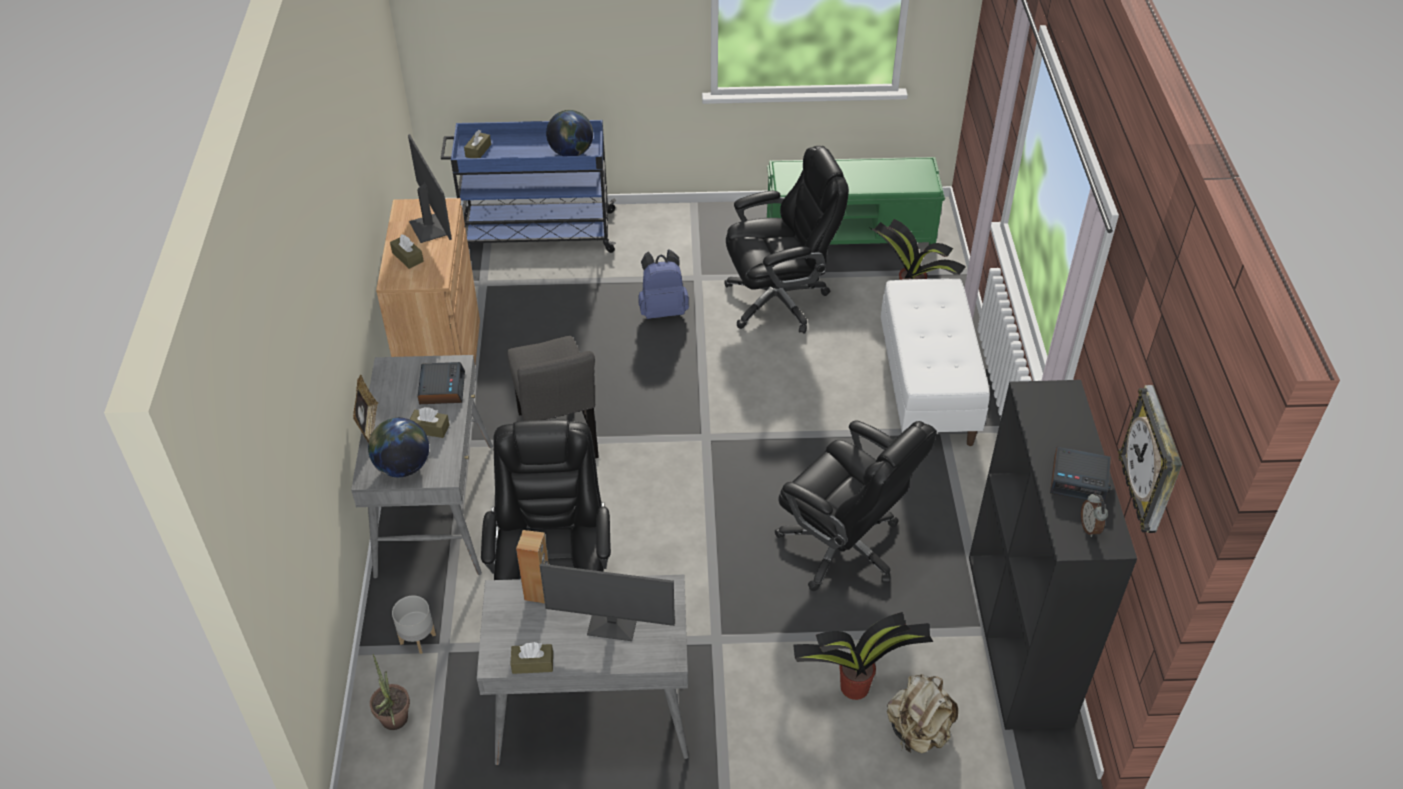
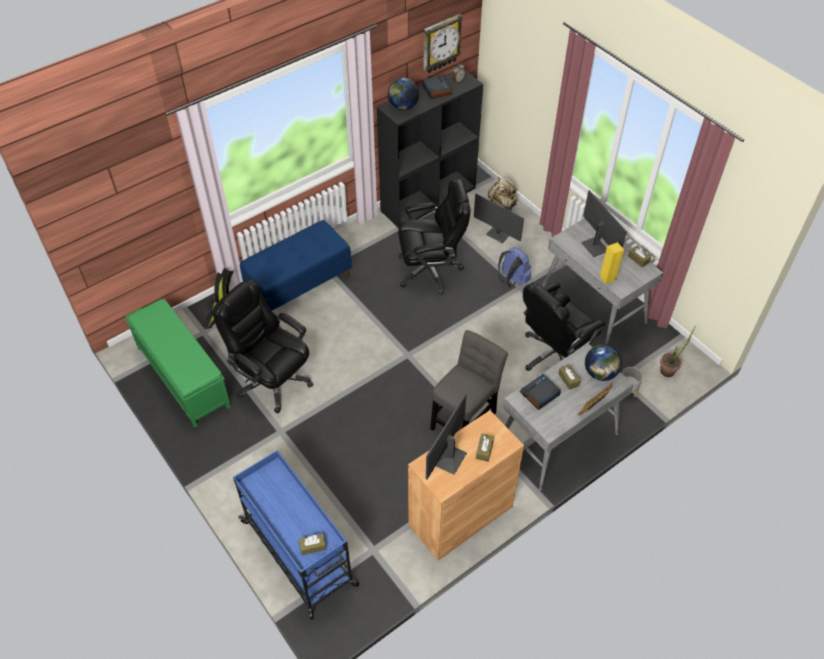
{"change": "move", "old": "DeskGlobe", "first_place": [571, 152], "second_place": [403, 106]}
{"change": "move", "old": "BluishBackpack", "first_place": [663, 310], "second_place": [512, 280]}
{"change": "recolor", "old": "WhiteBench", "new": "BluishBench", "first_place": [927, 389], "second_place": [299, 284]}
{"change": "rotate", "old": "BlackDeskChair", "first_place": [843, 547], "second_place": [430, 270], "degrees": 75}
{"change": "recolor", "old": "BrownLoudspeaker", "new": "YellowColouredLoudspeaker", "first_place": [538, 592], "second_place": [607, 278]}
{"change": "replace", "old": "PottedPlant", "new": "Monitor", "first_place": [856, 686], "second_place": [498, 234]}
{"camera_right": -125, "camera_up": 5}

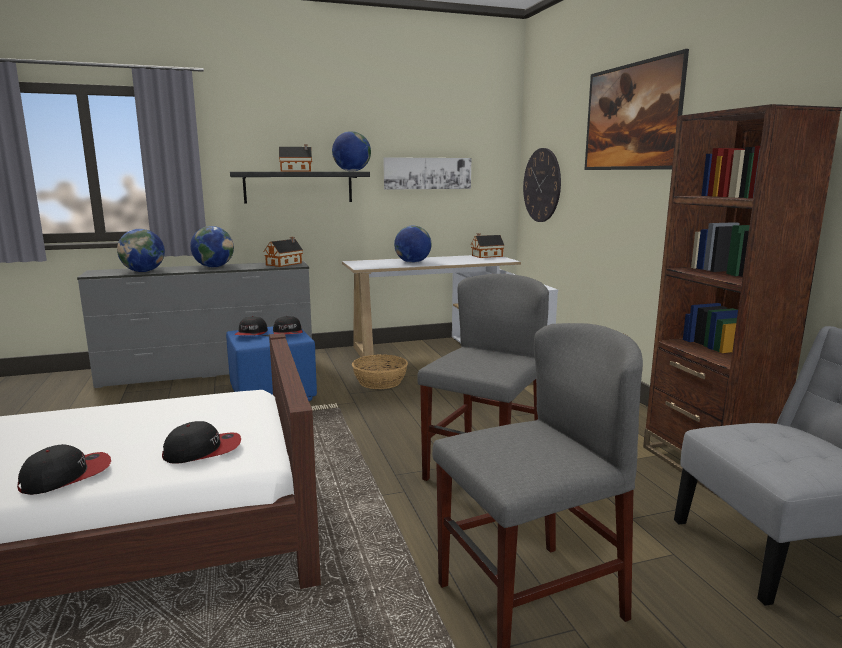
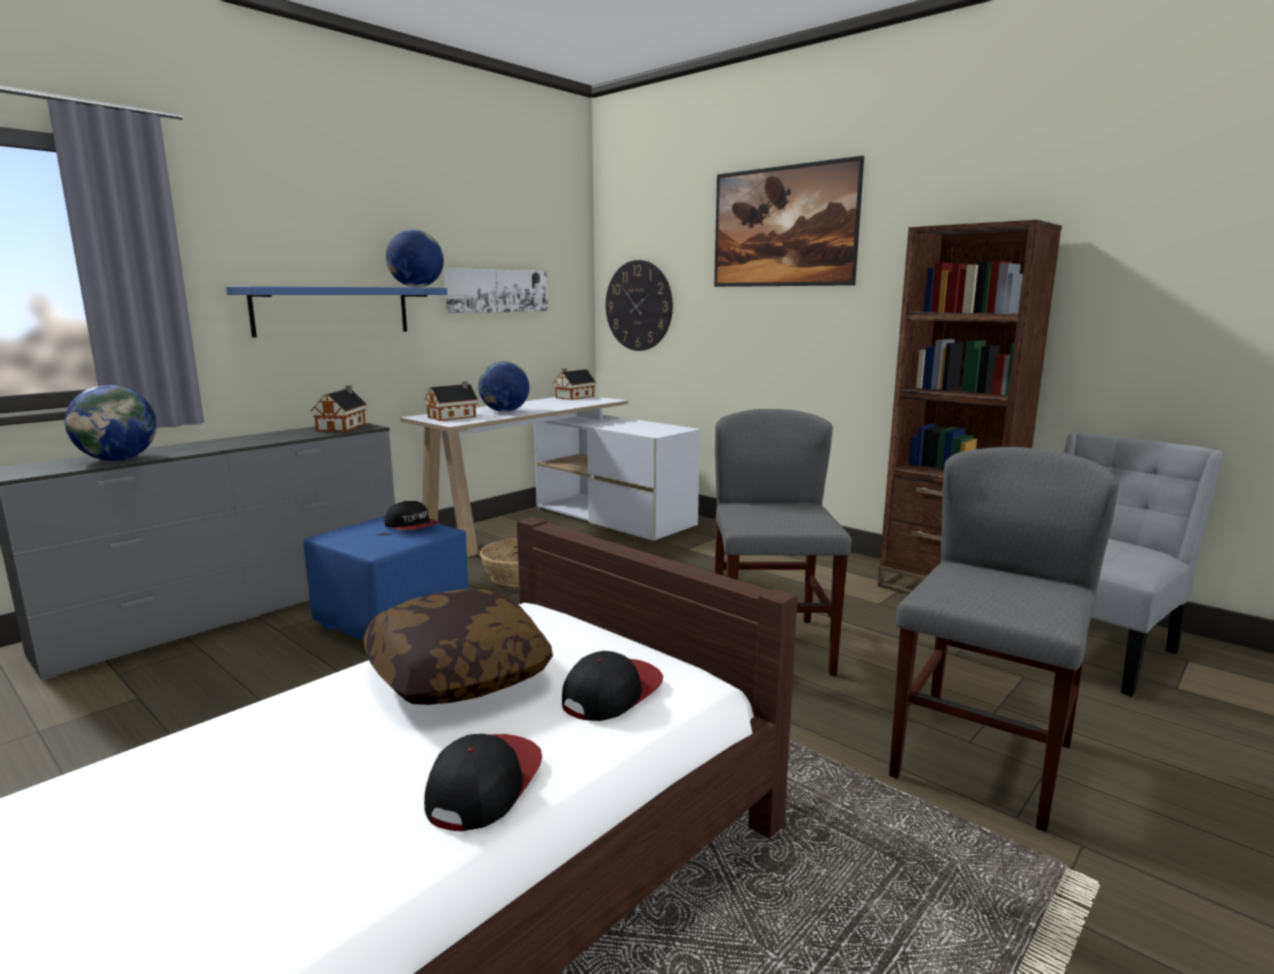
{"change": "move", "old": "ToyHouse", "first_place": [297, 171], "second_place": [454, 417]}
{"change": "recolor", "old": "BlackShelf", "new": "BluishShelf", "first_place": [298, 187], "second_place": [332, 311]}
{"change": "delete", "old": "DeskGlobe", "first_place": [214, 267]}
{"change": "delete", "old": "Cap", "first_place": [252, 334]}
{"change": "insert", "new": "Cushion", "second_place": [457, 675]}
{"camera_right": -30, "camera_up": 0}

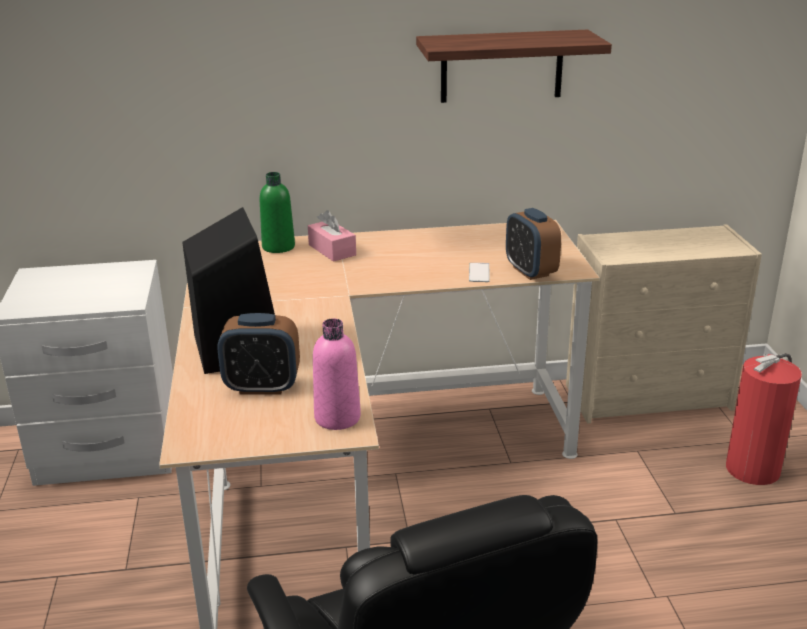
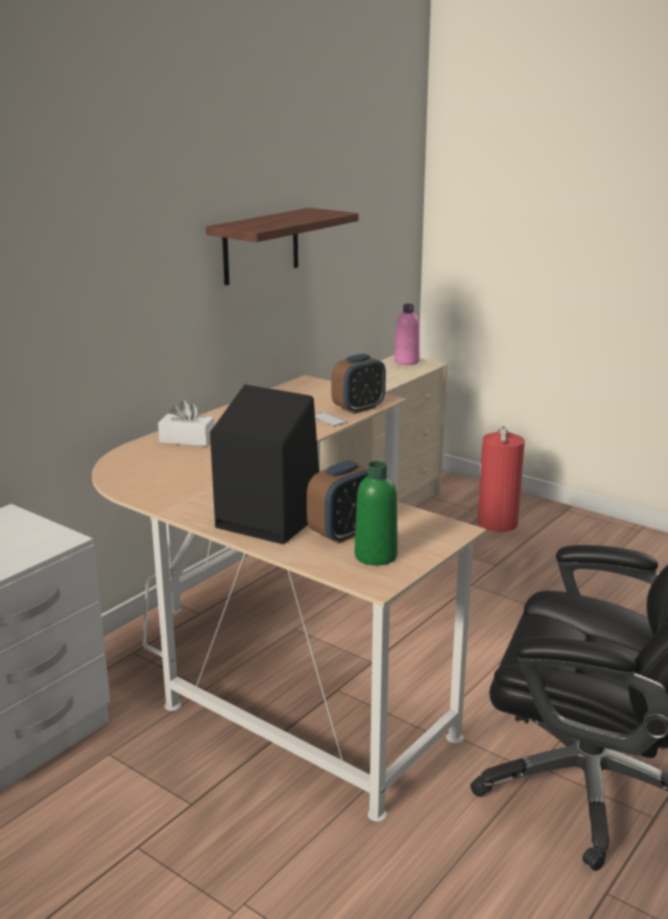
{"change": "move", "old": "GreenColouredBottle", "first_place": [278, 247], "second_place": [375, 556]}
{"change": "rotate", "old": "AlarmClock", "first_place": [530, 271], "second_place": [358, 408], "degrees": -60}
{"change": "recolor", "old": "PinkishTissueHolder", "new": "WhiteTissueHolder", "first_place": [332, 250], "second_place": [187, 440]}
{"change": "move", "old": "PinkishBottle", "first_place": [337, 418], "second_place": [406, 362]}
{"camera_right": -45, "camera_up": -5}

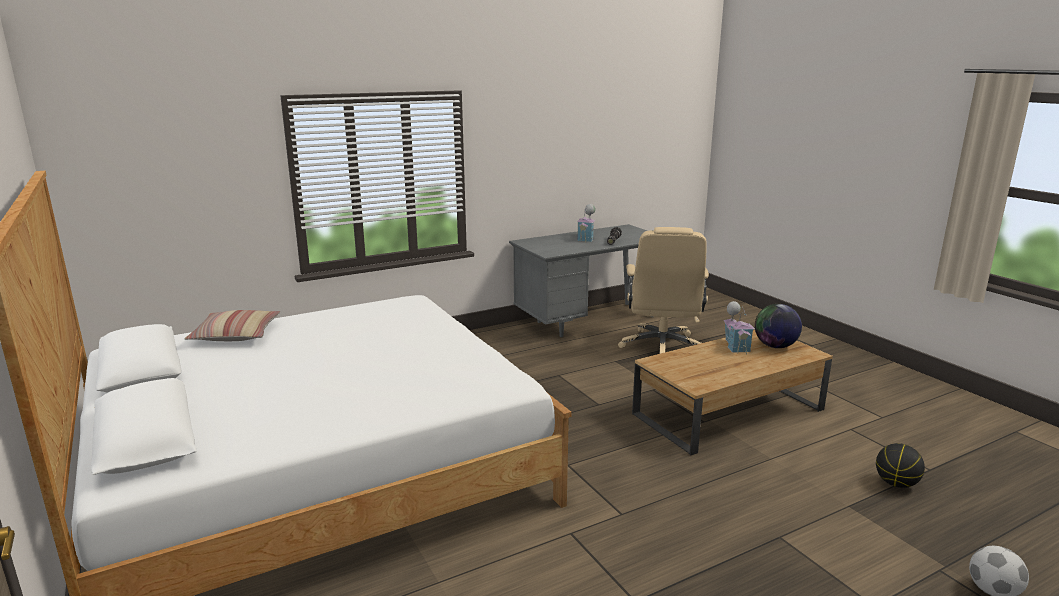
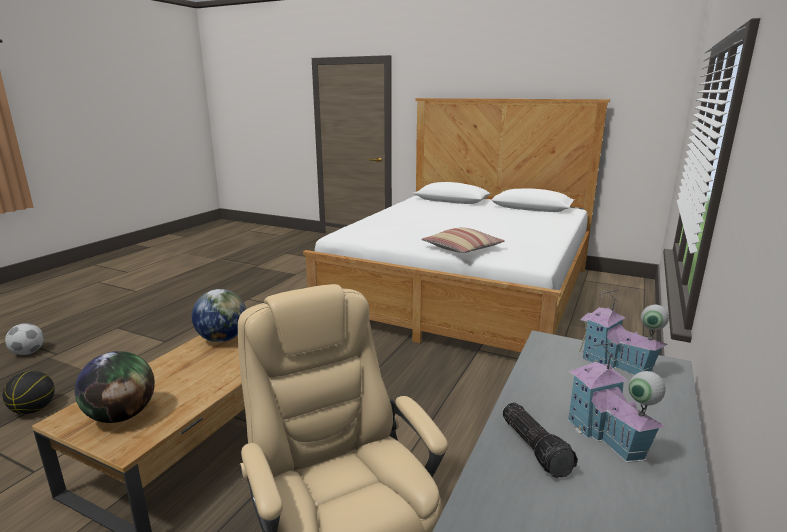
{"change": "move", "old": "ToyHouse", "first_place": [736, 346], "second_place": [615, 363]}
{"change": "move", "old": "Cushion", "first_place": [236, 335], "second_place": [462, 249]}
{"change": "insert", "new": "DeskGlobe", "second_place": [222, 339]}
{"camera_right": 145, "camera_up": 0}

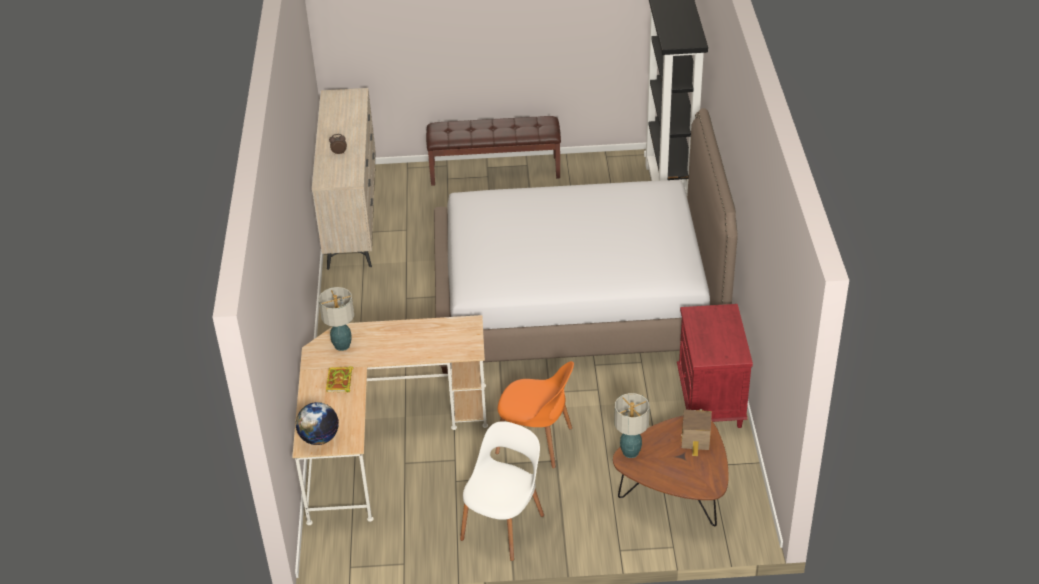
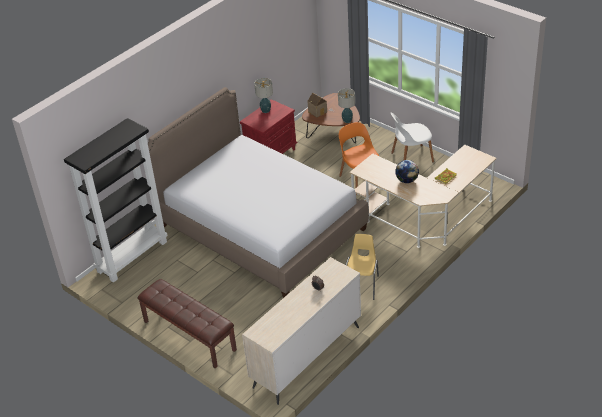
{"change": "move", "old": "TableLamp", "first_place": [342, 345], "second_place": [265, 110]}
{"change": "move", "old": "DeskGlobe", "first_place": [319, 438], "second_place": [407, 180]}
{"change": "insert", "new": "YellowColouredUprightChair", "second_place": [362, 286]}
{"camera_right": -135, "camera_up": 0}

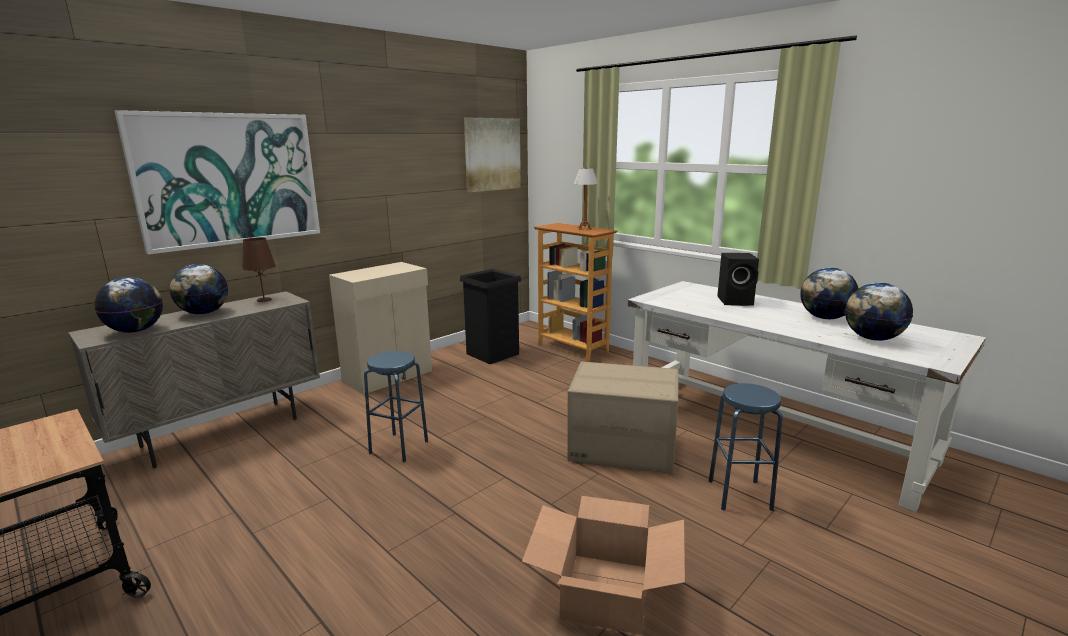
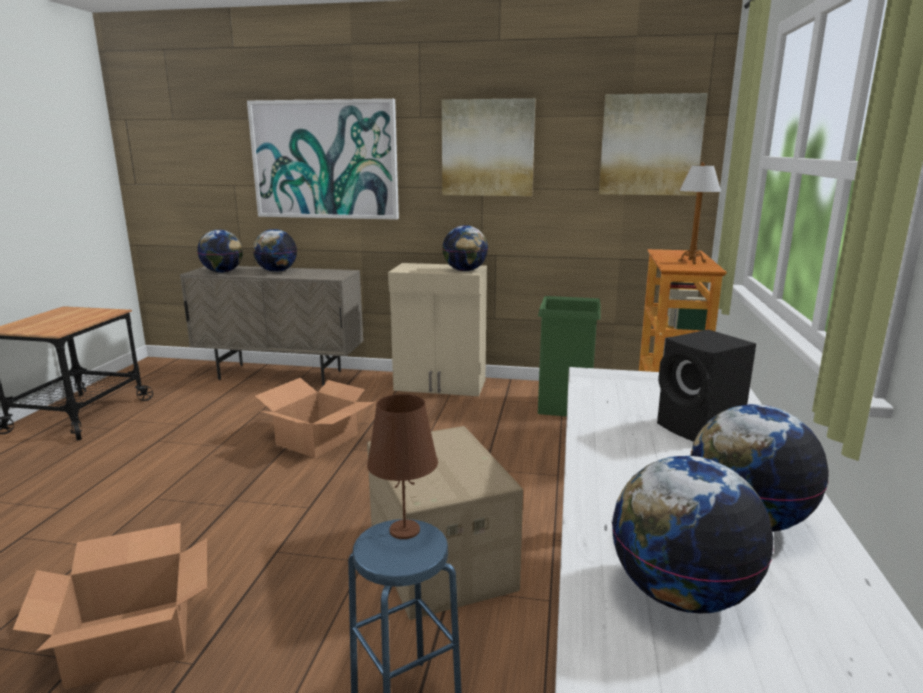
{"change": "move", "old": "BrownTableLamp", "first_place": [264, 300], "second_place": [404, 530]}
{"change": "recolor", "old": "BlackWasteBin", "new": "GreenColouredWasteBin", "first_place": [493, 354], "second_place": [565, 406]}
{"change": "replace", "old": "BluishStool", "new": "Carton", "first_place": [399, 447], "second_place": [318, 439]}
{"change": "insert", "new": "Picture", "second_place": [487, 148]}
{"change": "insert", "new": "DeskGlobe", "second_place": [465, 271]}
{"camera_right": 55, "camera_up": 0}

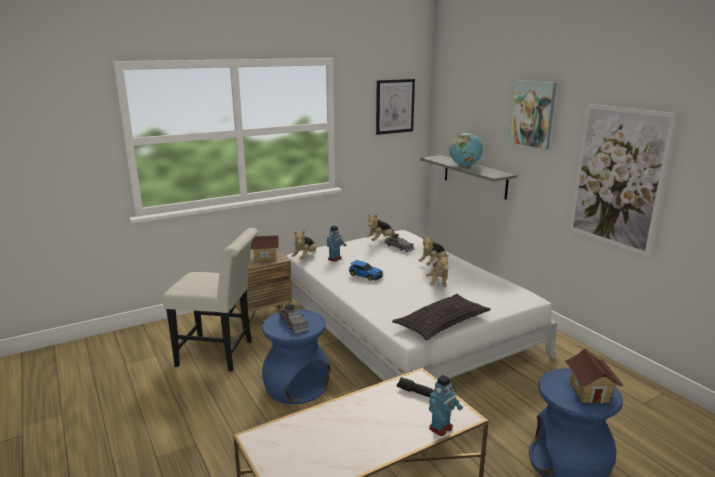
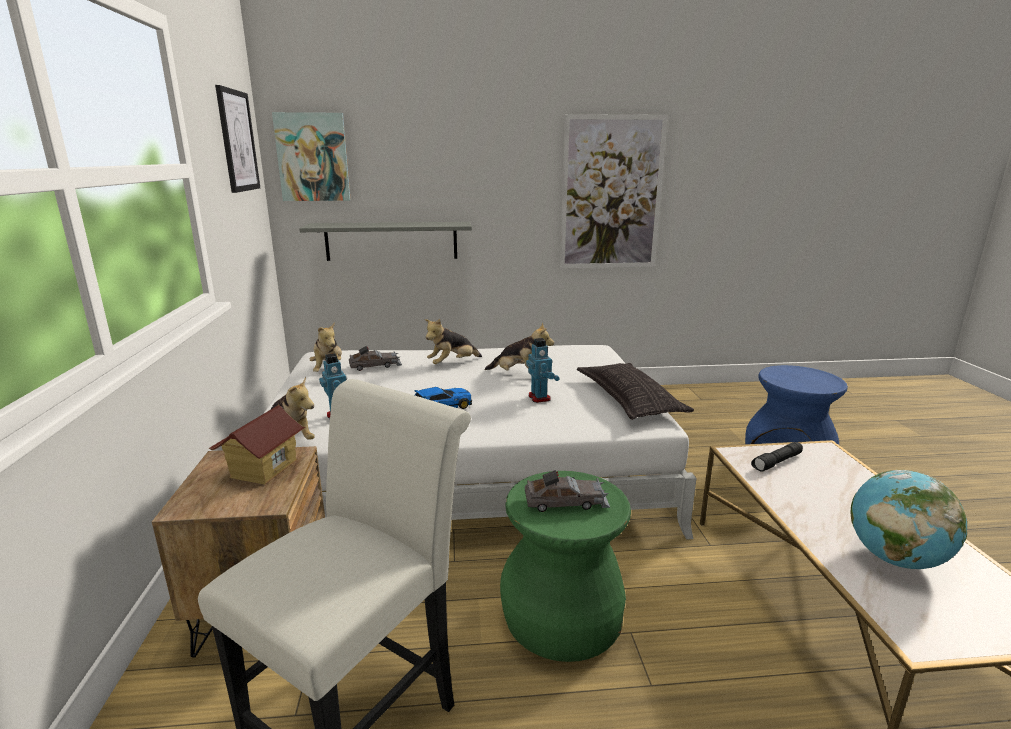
{"change": "move", "old": "Picture", "first_place": [532, 113], "second_place": [313, 157]}
{"change": "move", "old": "DeskGlobe", "first_place": [465, 165], "second_place": [895, 558]}
{"change": "rotate", "old": "PlushToy", "first_place": [433, 264], "second_place": [452, 364], "degrees": 75}
{"change": "recolor", "old": "BluishStool", "new": "GreenColouredStool", "first_place": [296, 385], "second_place": [560, 617]}
{"change": "delete", "old": "ToyHouse", "first_place": [589, 392]}
{"change": "move", "old": "ToyRobot", "first_place": [441, 428], "second_place": [540, 397]}
{"camera_right": -65, "camera_up": 0}

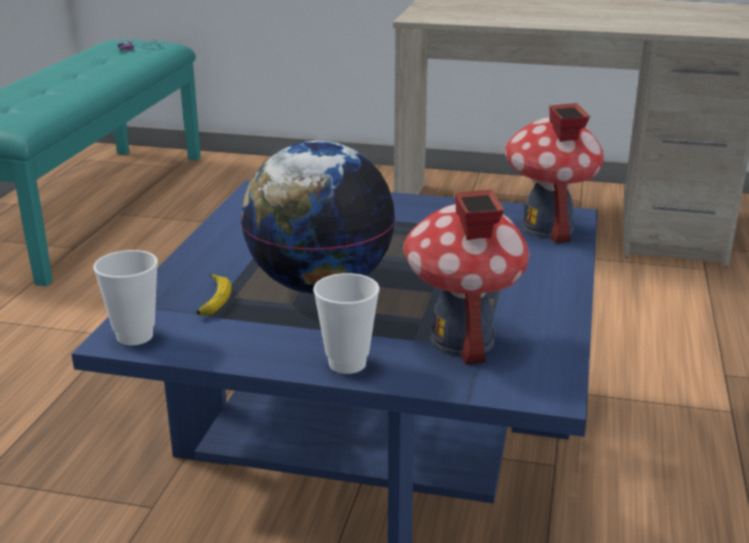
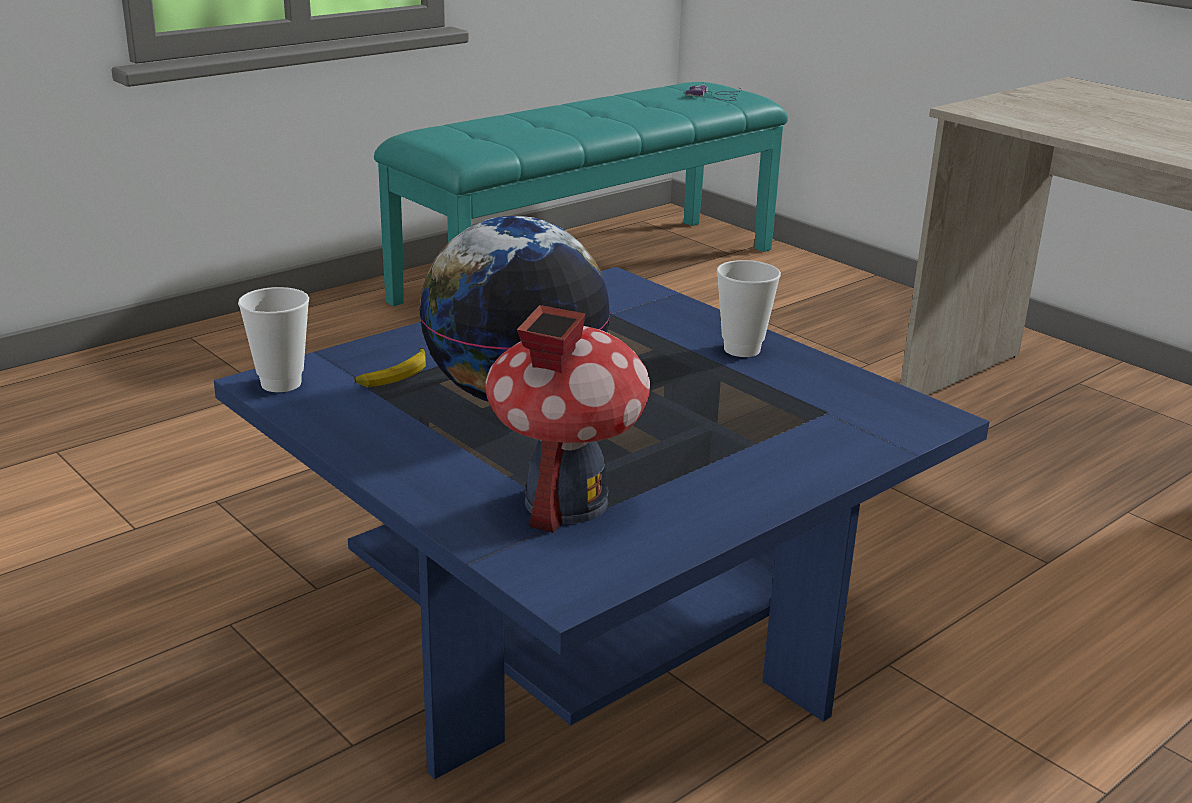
{"change": "delete", "old": "ToyHouse", "first_place": [547, 228]}
{"change": "move", "old": "Cup", "first_place": [347, 363], "second_place": [742, 349]}
{"camera_right": 35, "camera_up": 0}

